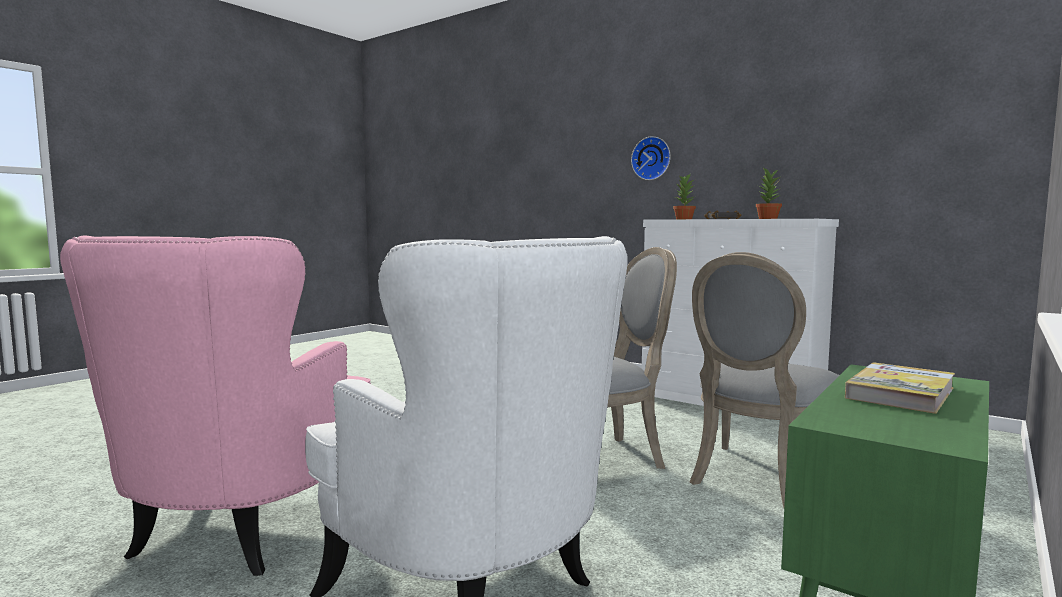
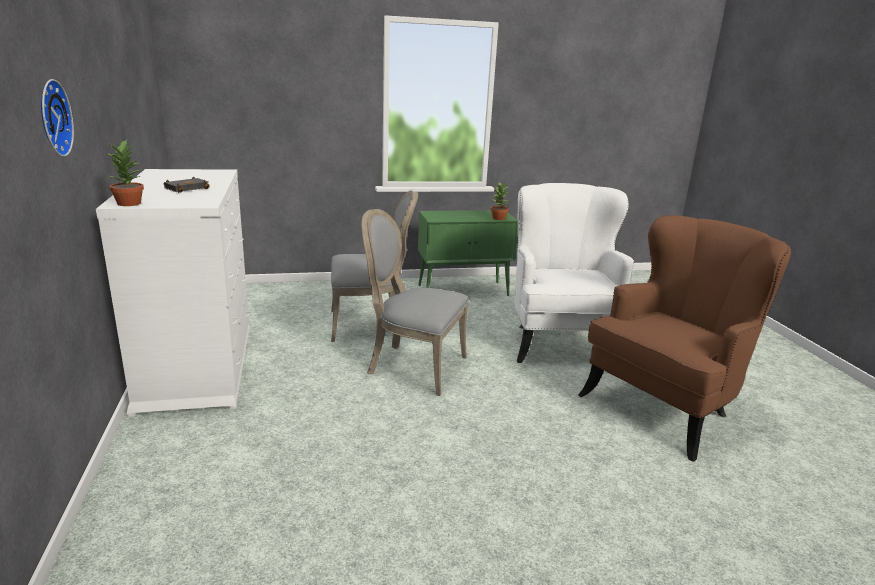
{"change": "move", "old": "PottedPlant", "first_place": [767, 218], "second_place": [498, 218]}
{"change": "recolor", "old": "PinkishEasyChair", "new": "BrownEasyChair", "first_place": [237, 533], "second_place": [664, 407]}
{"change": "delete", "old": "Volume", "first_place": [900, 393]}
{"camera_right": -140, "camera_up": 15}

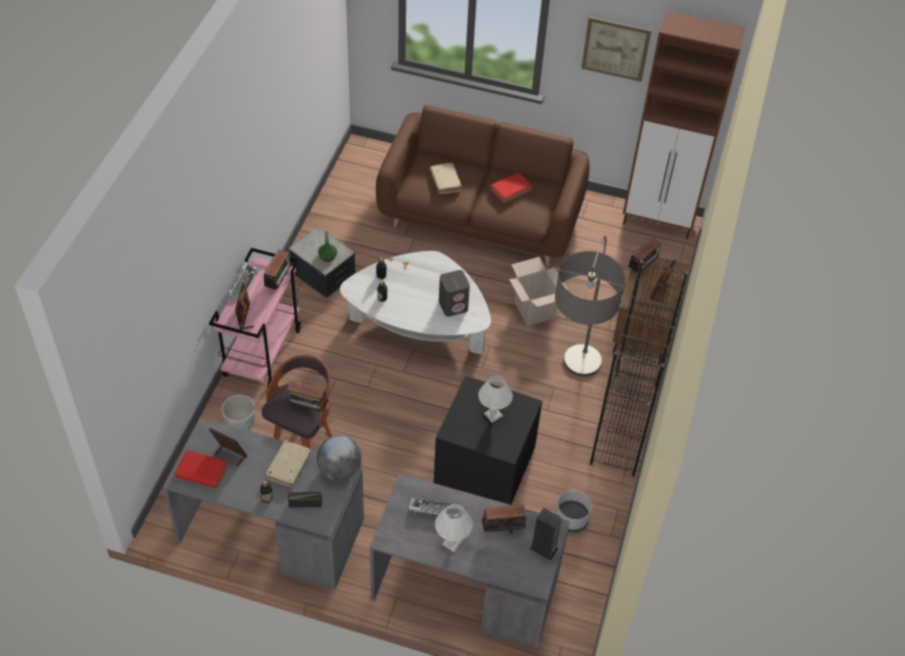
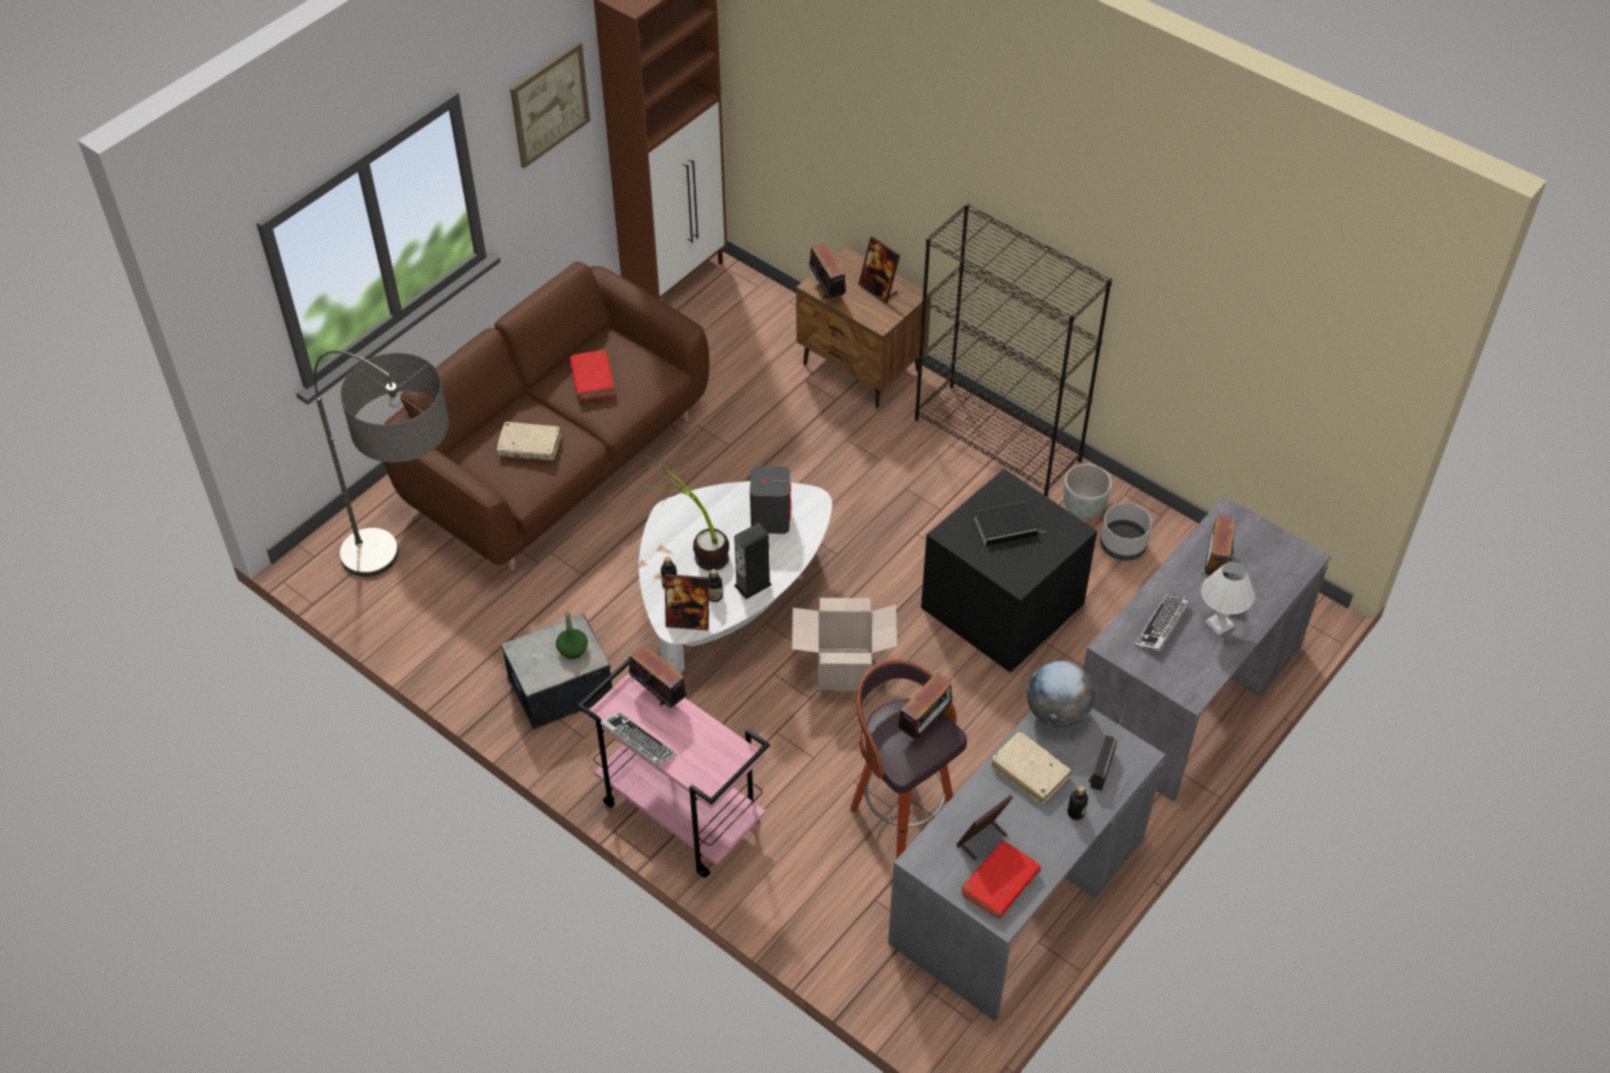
{"change": "move", "old": "StandardLamp", "first_place": [571, 397], "second_place": [418, 589]}
{"change": "move", "old": "Carton", "first_place": [534, 310], "second_place": [844, 669]}
{"change": "move", "old": "PhotoFrame", "first_place": [244, 319], "second_place": [688, 620]}
{"change": "replace", "old": "WhiteTableLamp", "new": "Volume", "first_place": [493, 414], "second_place": [1007, 526]}
{"change": "move", "old": "GreyishPlanter", "first_place": [240, 424], "second_place": [1083, 508]}
{"change": "move", "old": "Loudspeaker", "first_place": [543, 548], "second_place": [753, 585]}
{"change": "insert", "new": "PottedPlant", "second_place": [693, 549]}
{"camera_right": -65, "camera_up": 0}

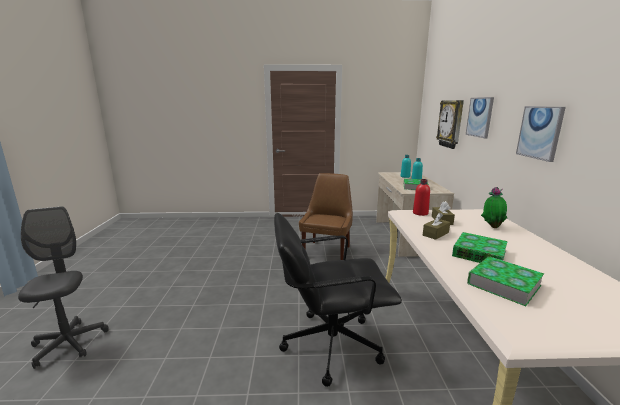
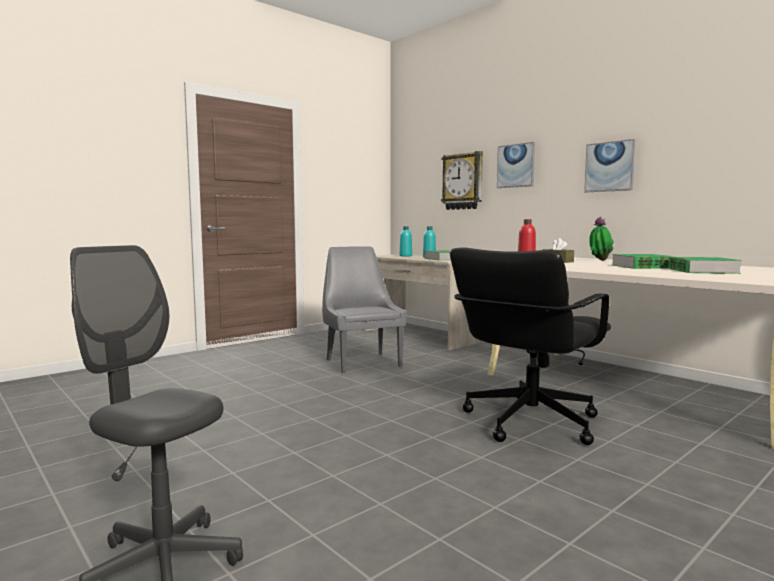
{"change": "recolor", "old": "BrownUprightChair", "new": "GreyishUprightChair", "first_place": [327, 250], "second_place": [362, 362]}
{"change": "delete", "old": "BrownTissueHolder", "first_place": [435, 234]}
{"camera_right": -40, "camera_up": -10}

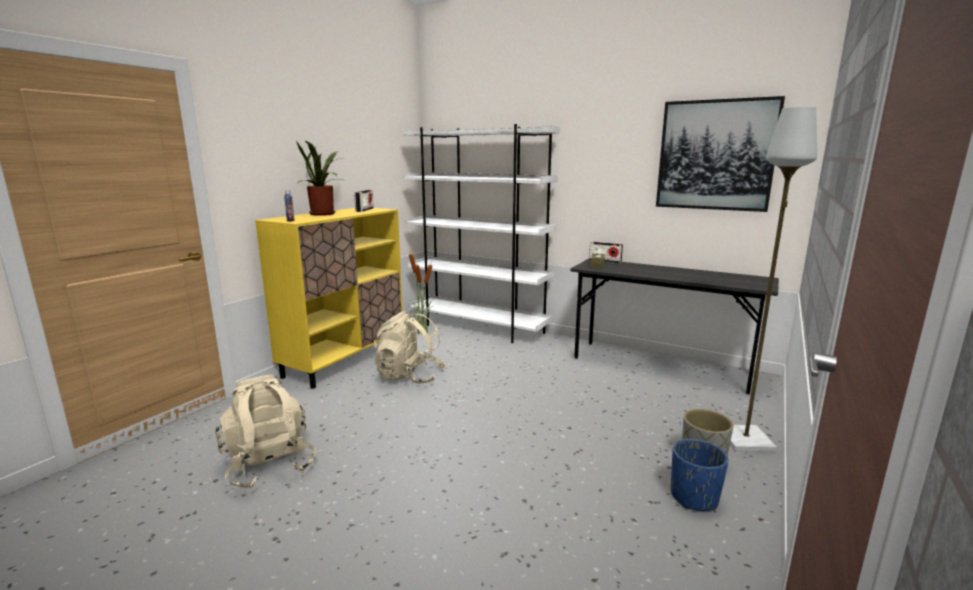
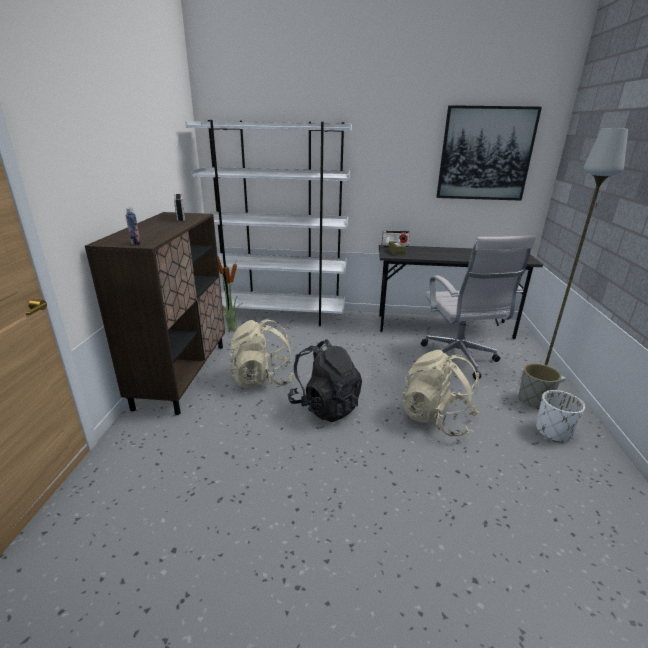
{"change": "delete", "old": "PottedPlant", "first_place": [325, 214]}
{"change": "recolor", "old": "YellowColouredCupboard", "new": "BrownCupboard", "first_place": [345, 360], "second_place": [182, 374]}
{"change": "move", "old": "BeigeBackpack", "first_place": [269, 465], "second_place": [436, 418]}
{"change": "recolor", "old": "BluishPlanter", "new": "WhitePlanter", "first_place": [694, 498], "second_place": [553, 431]}
{"change": "insert", "new": "WhiteDeskChair", "second_place": [458, 360]}
{"change": "insert", "new": "BlackBackpack", "second_place": [325, 406]}
{"camera_right": -25, "camera_up": 10}

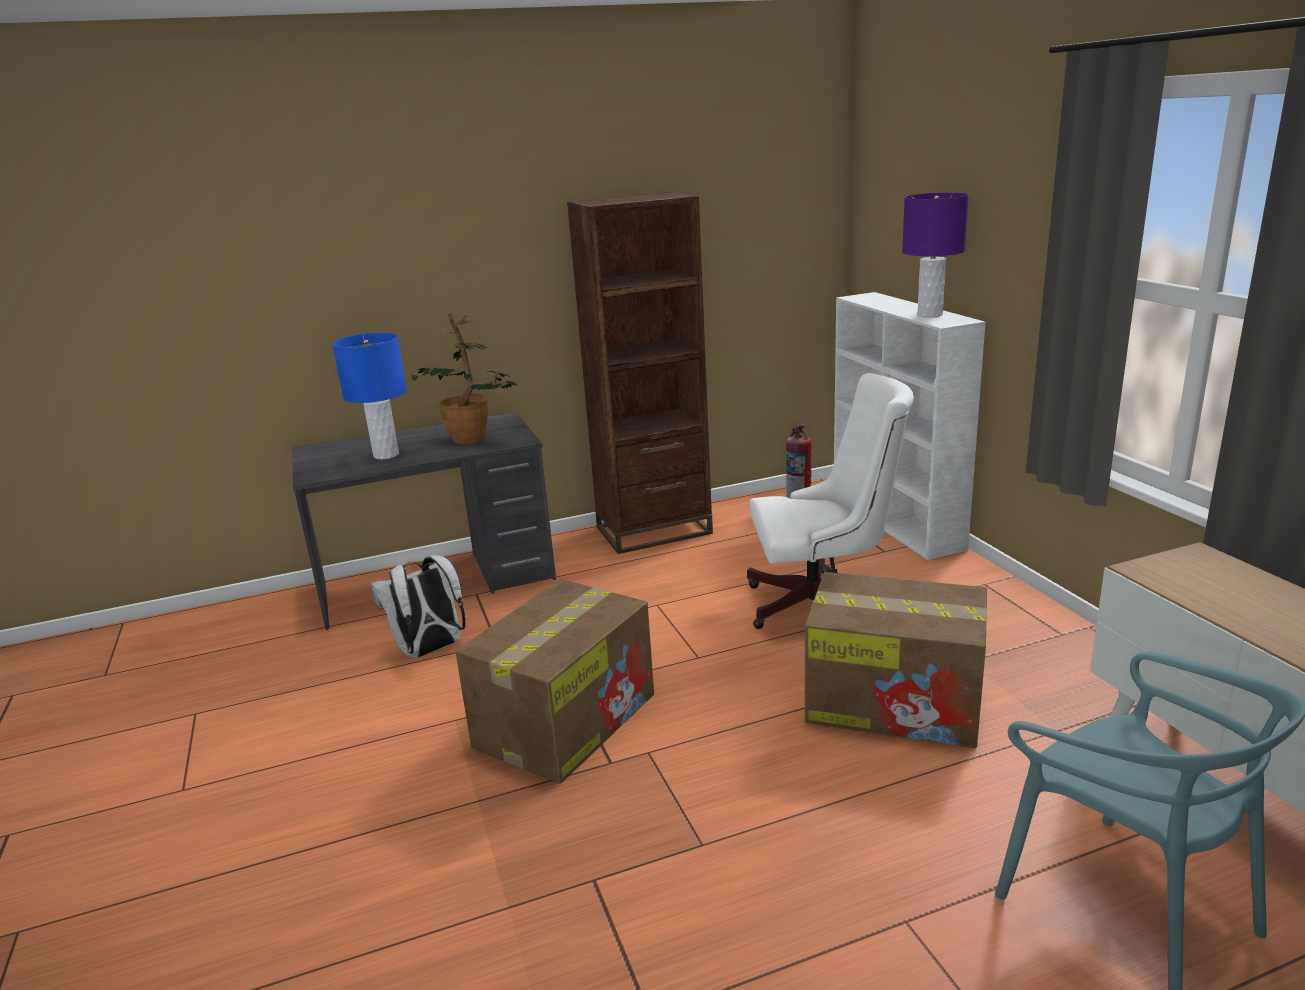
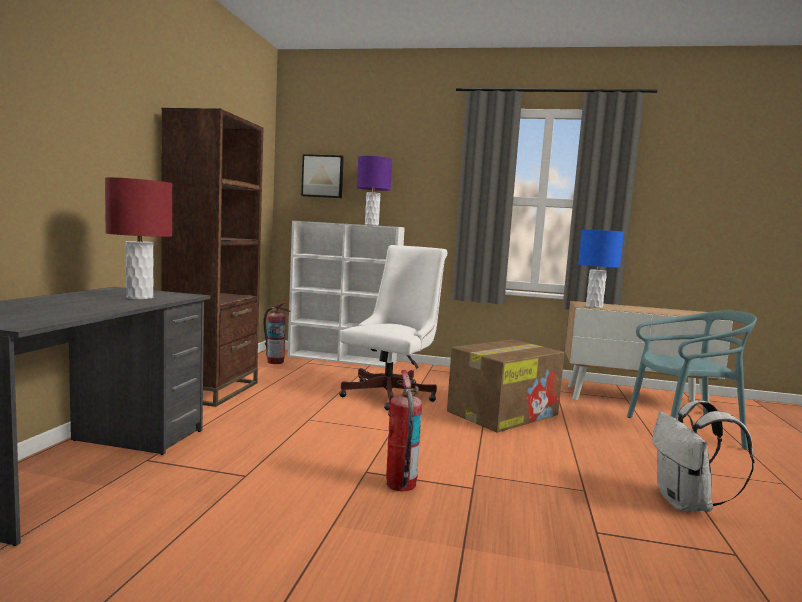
{"change": "replace", "old": "PottedPlant", "new": "RedTableLamp", "first_place": [474, 440], "second_place": [139, 297]}
{"change": "move", "old": "BluishTableLamp", "first_place": [385, 455], "second_place": [594, 306]}
{"change": "move", "old": "WhiteBackpack", "first_place": [430, 650], "second_place": [687, 504]}
{"change": "replace", "old": "Carton", "new": "FireExtinguisher", "first_place": [567, 719], "second_place": [400, 484]}
{"change": "insert", "new": "Picture", "second_place": [323, 176]}
{"camera_right": -60, "camera_up": -15}

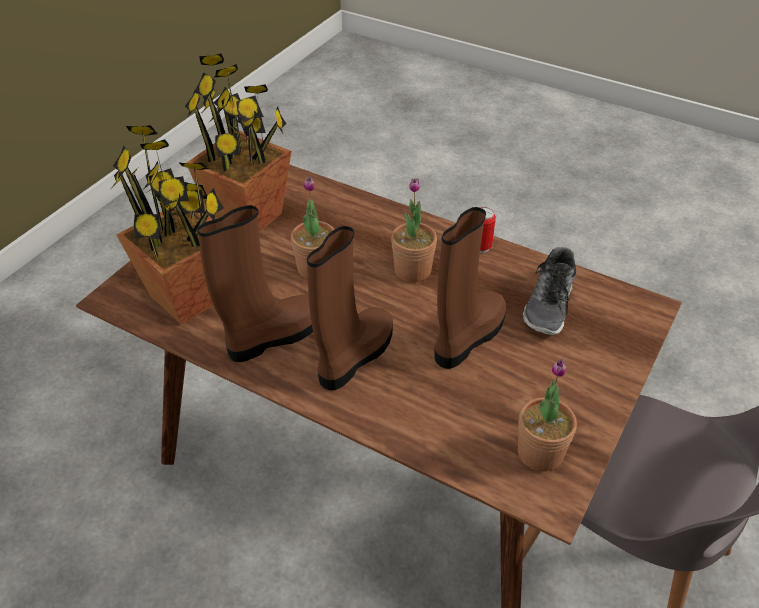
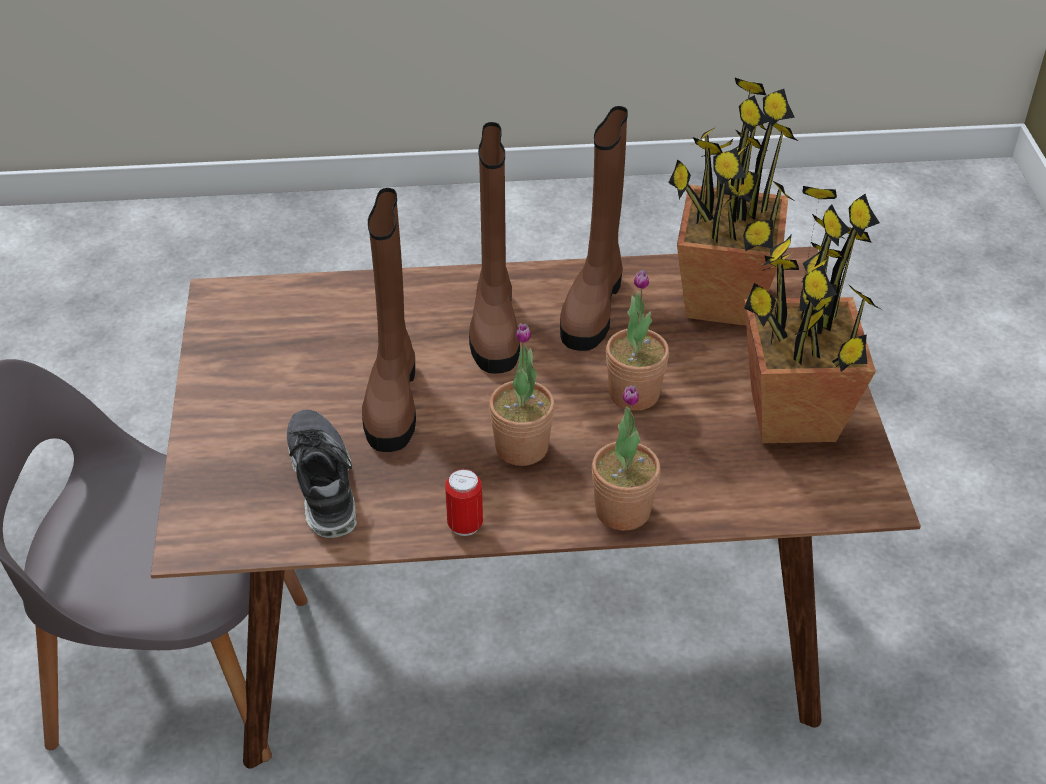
{"change": "move", "old": "PottedPlant", "first_place": [540, 453], "second_place": [622, 510]}
{"camera_right": 145, "camera_up": 0}

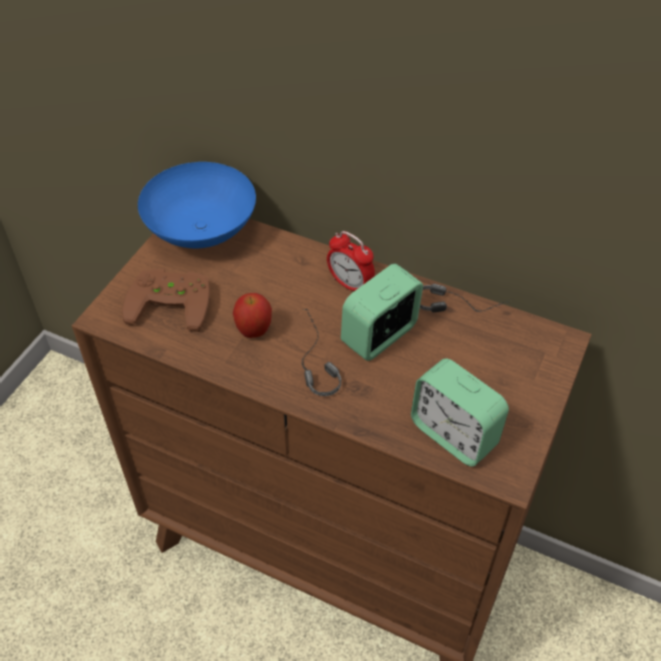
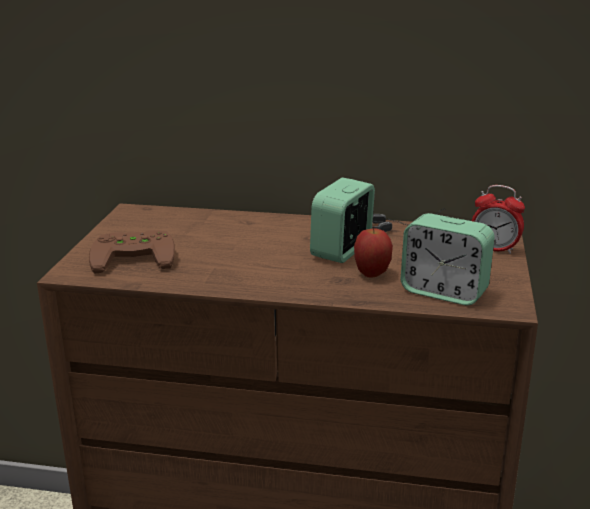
{"change": "delete", "old": "BluishBowl", "first_place": [202, 233]}
{"change": "move", "old": "AlarmClock", "first_place": [350, 284], "second_place": [494, 249]}
{"change": "move", "old": "Apple", "first_place": [254, 331], "second_place": [372, 274]}
{"change": "delete", "old": "Headset", "first_place": [311, 361]}
{"camera_right": -15, "camera_up": -25}

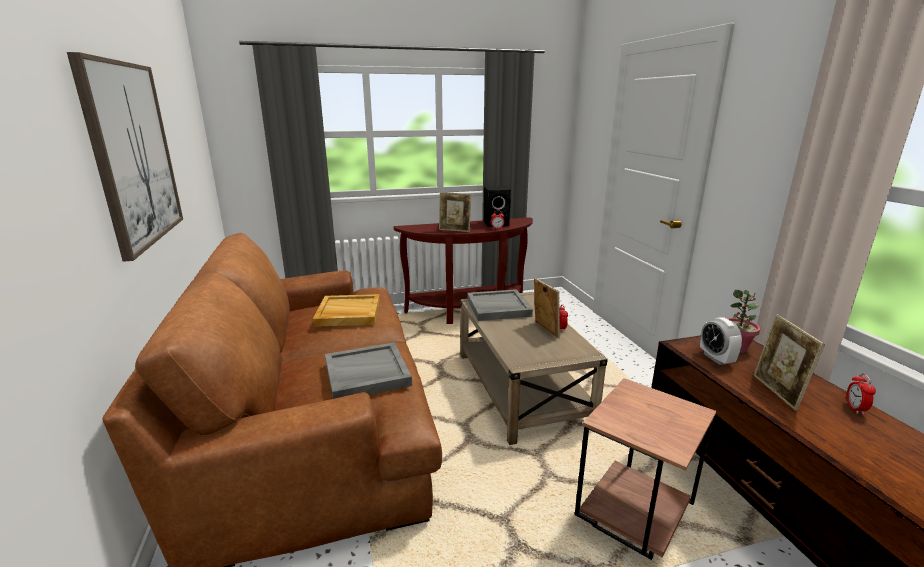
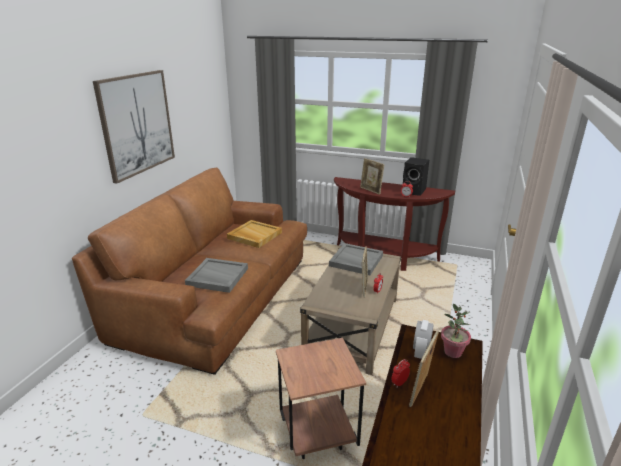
{"change": "move", "old": "AlarmClock", "first_place": [855, 408], "second_place": [399, 383]}
{"camera_right": 35, "camera_up": 5}

